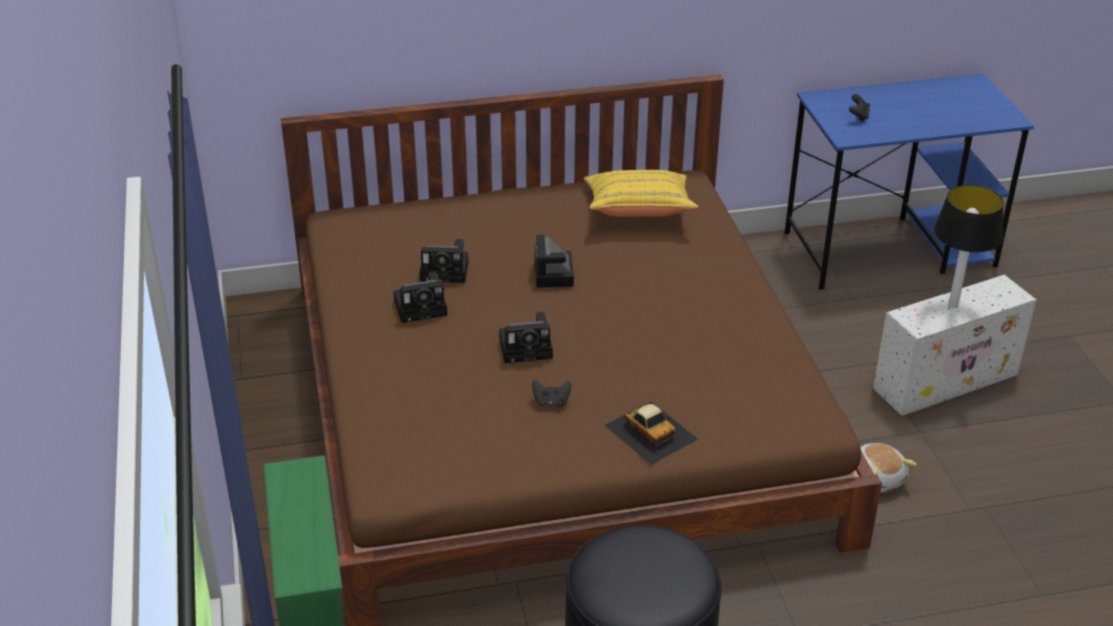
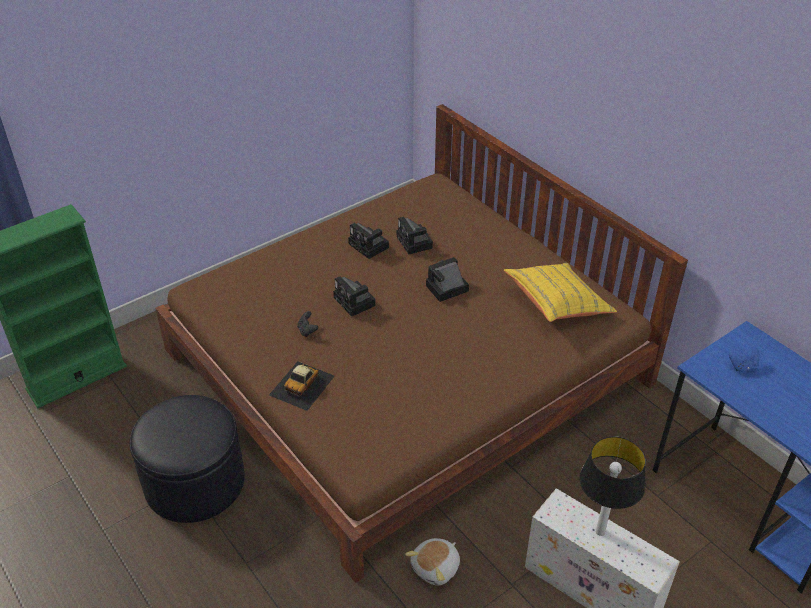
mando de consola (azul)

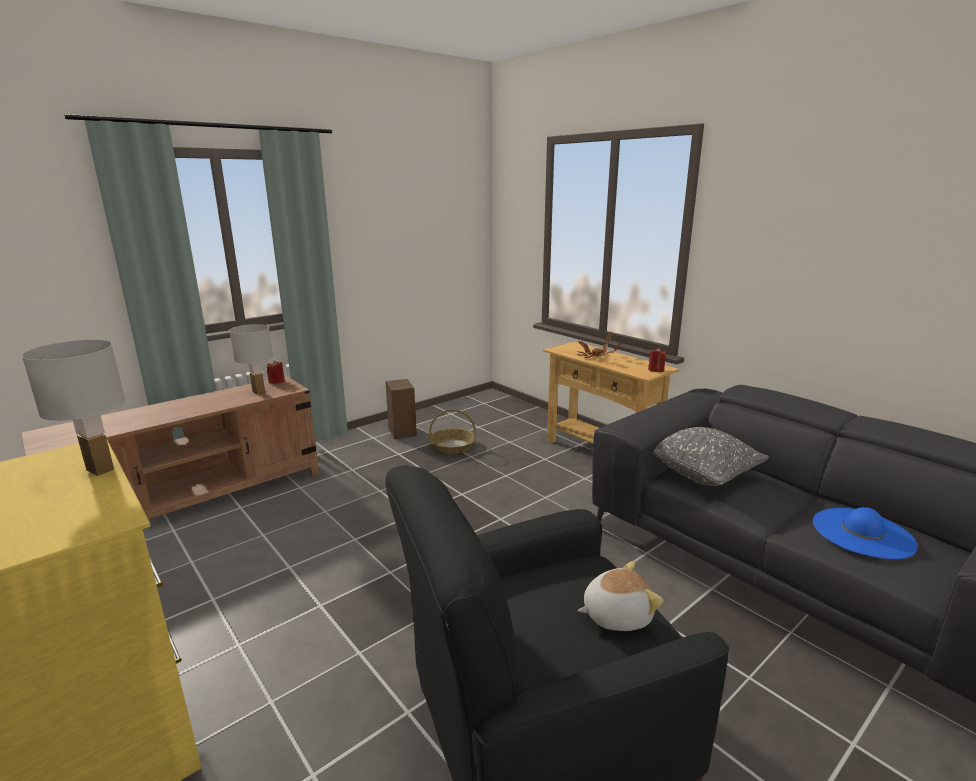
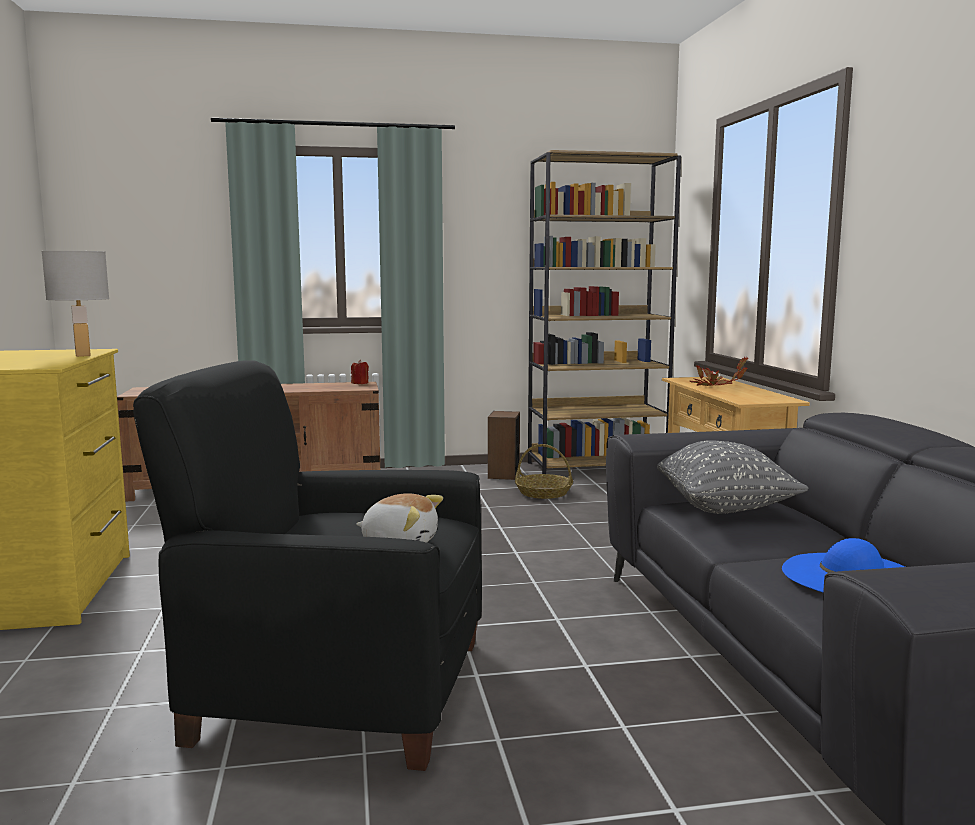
lámpara de mesa (blanco) (no. 2 from left in the first image)
vela (rojo) (no. 2 from left in the first image)
estantería (marrón)

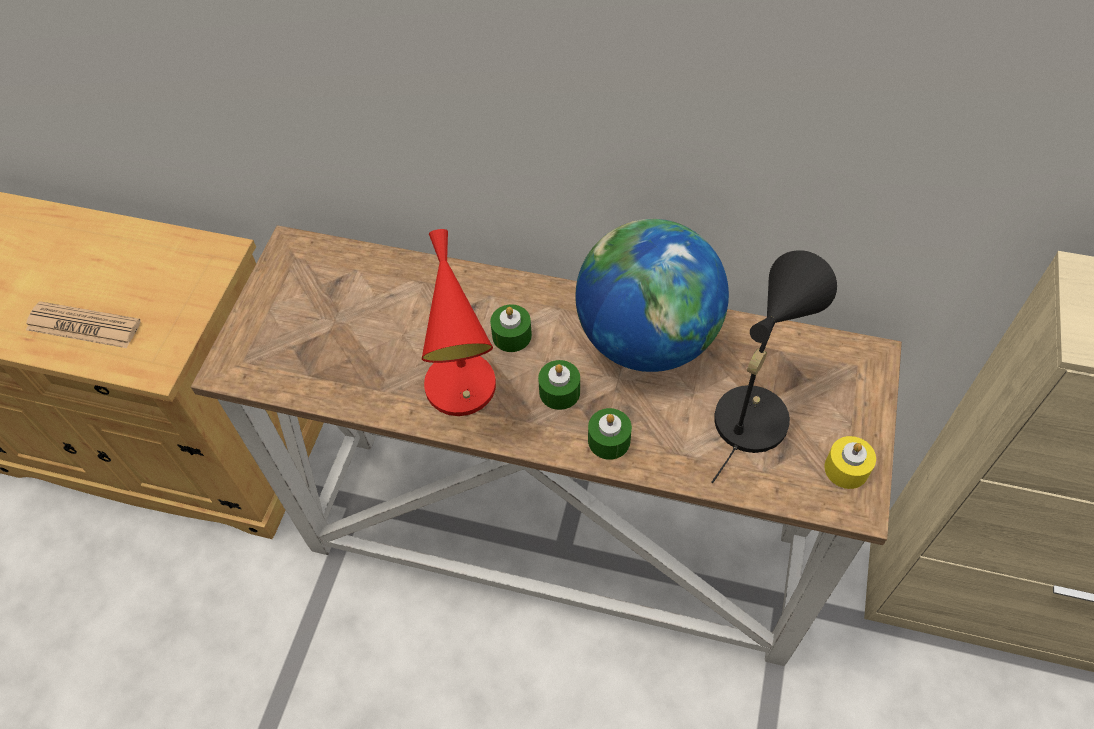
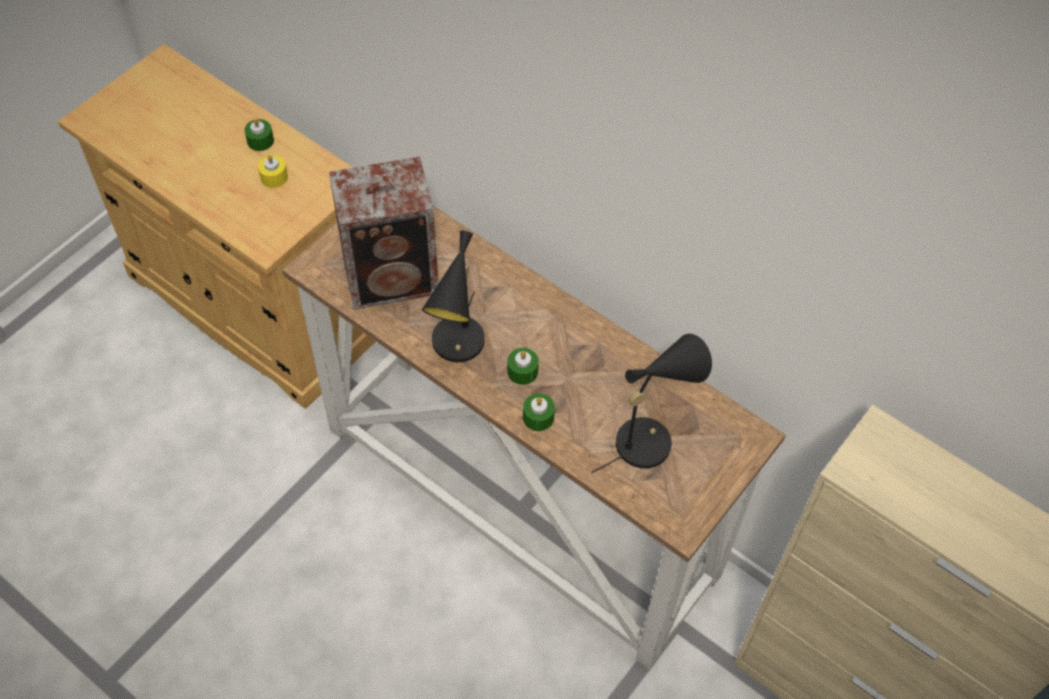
periódico
globo terráqueo
altavoz
vela (verde) (no. 1 from left)
vela (amarillo)
lámpara de mesa (negro) (no. 1 from left)

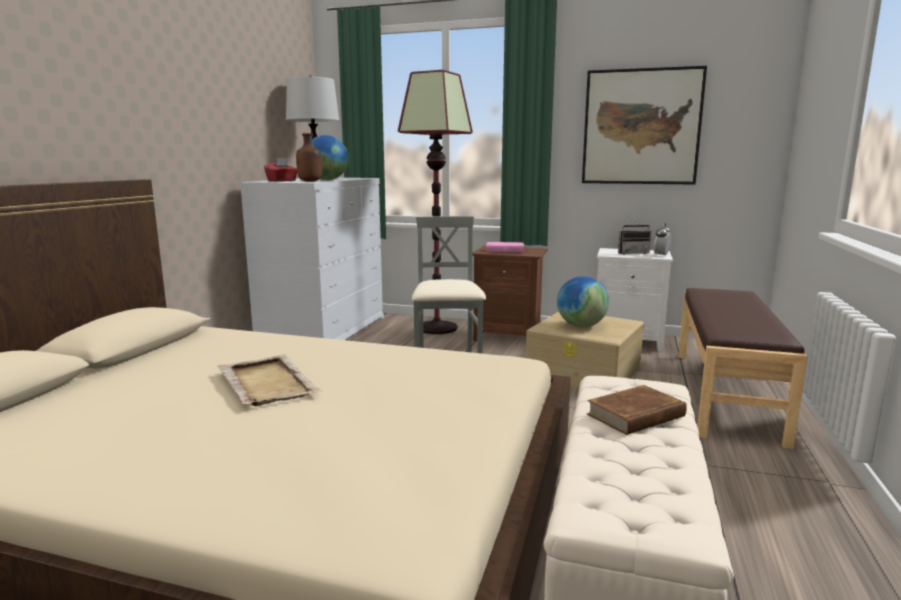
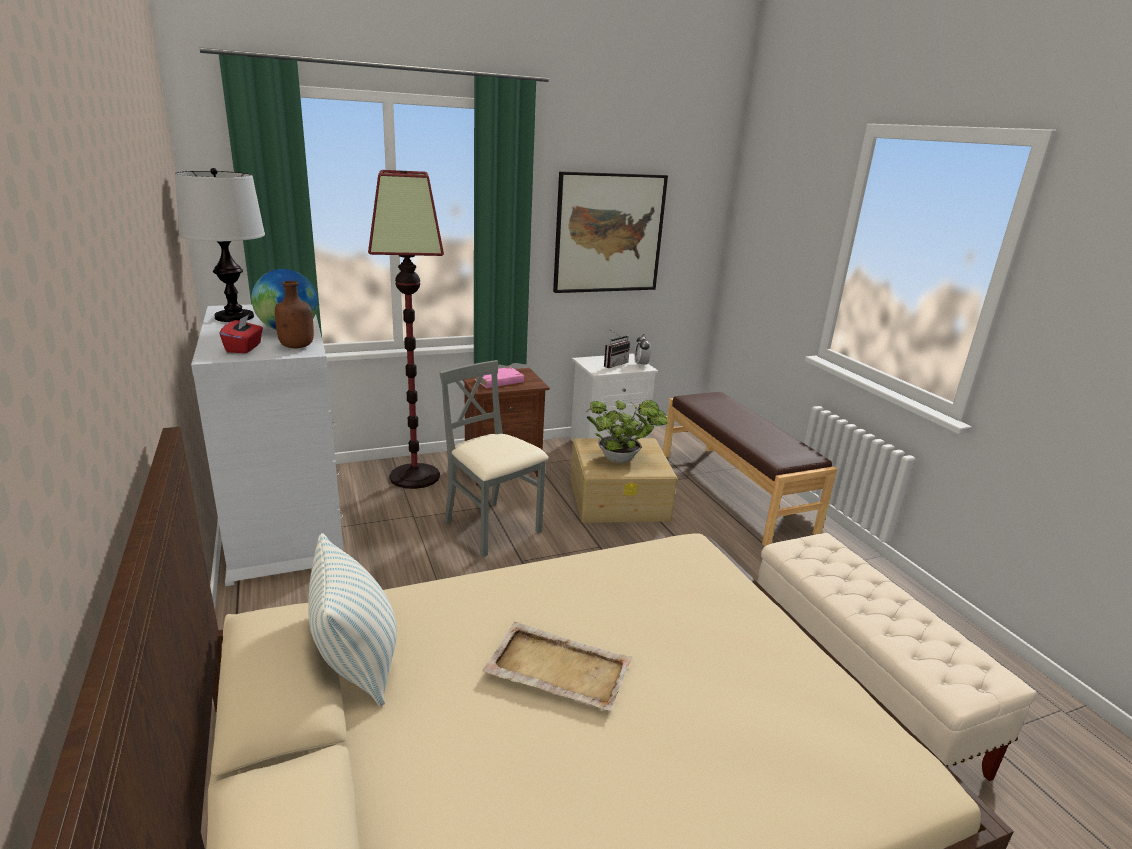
libro (marrón)
cojín
planta en maceta

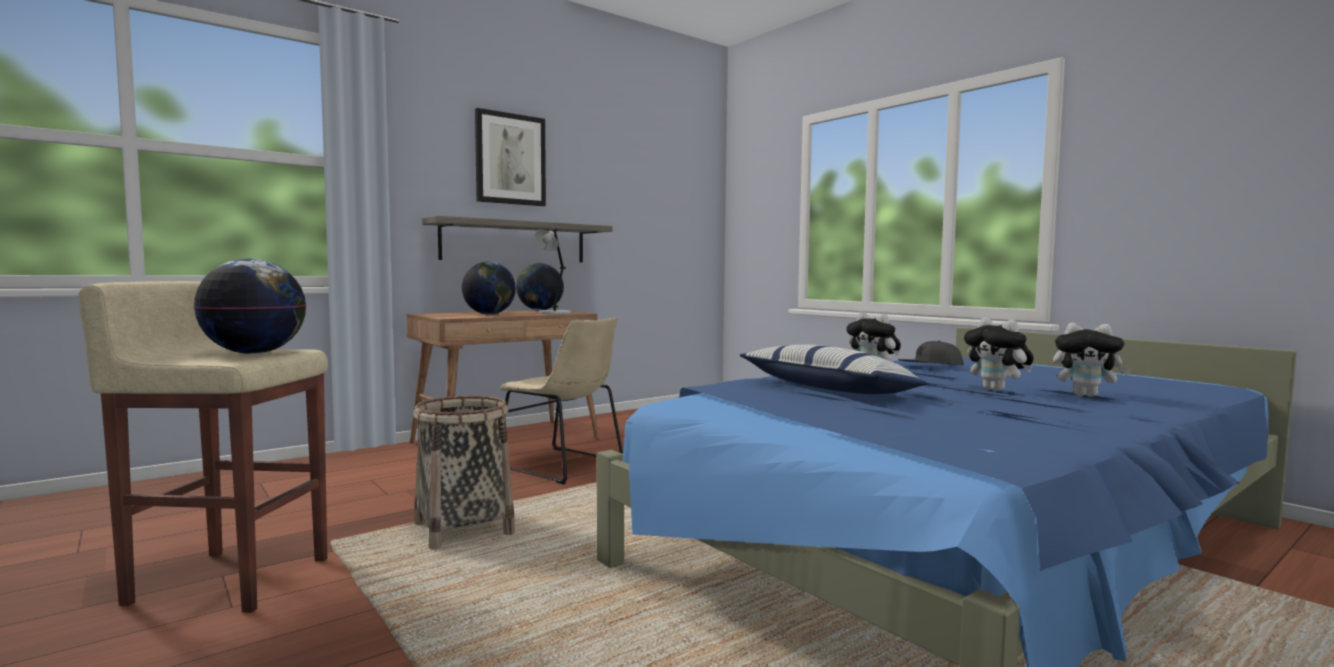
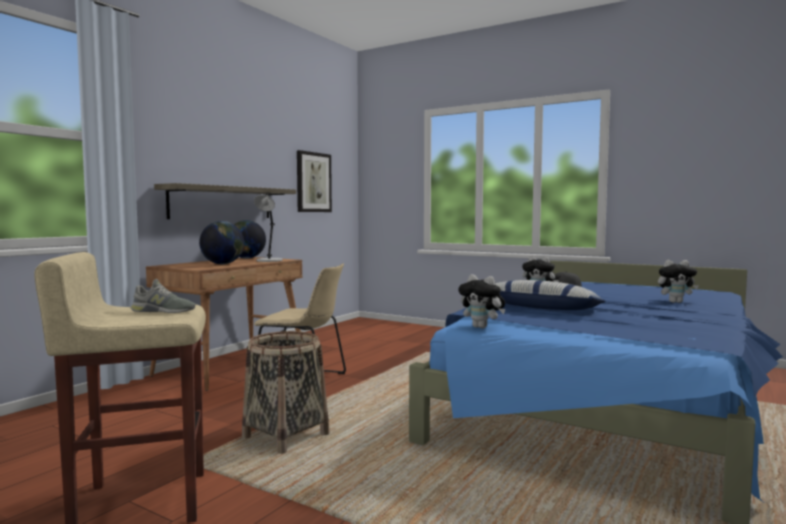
cuadro
peluche (no. 1 from left)
zapato (gris)

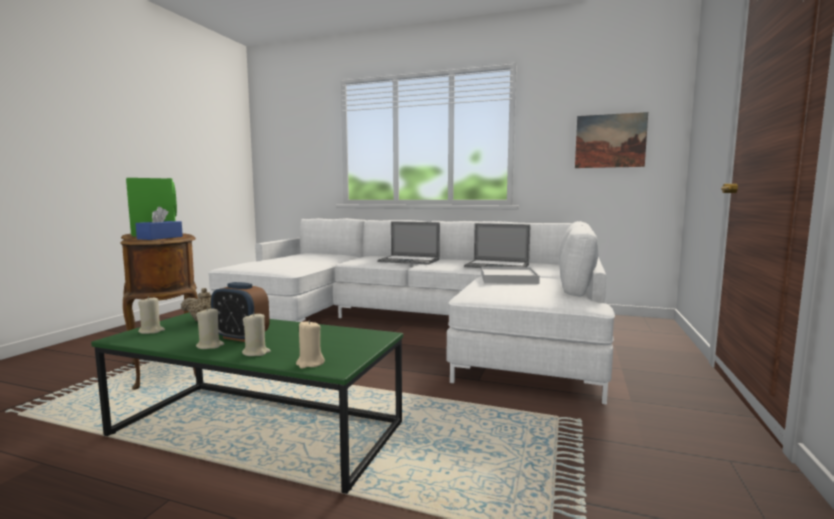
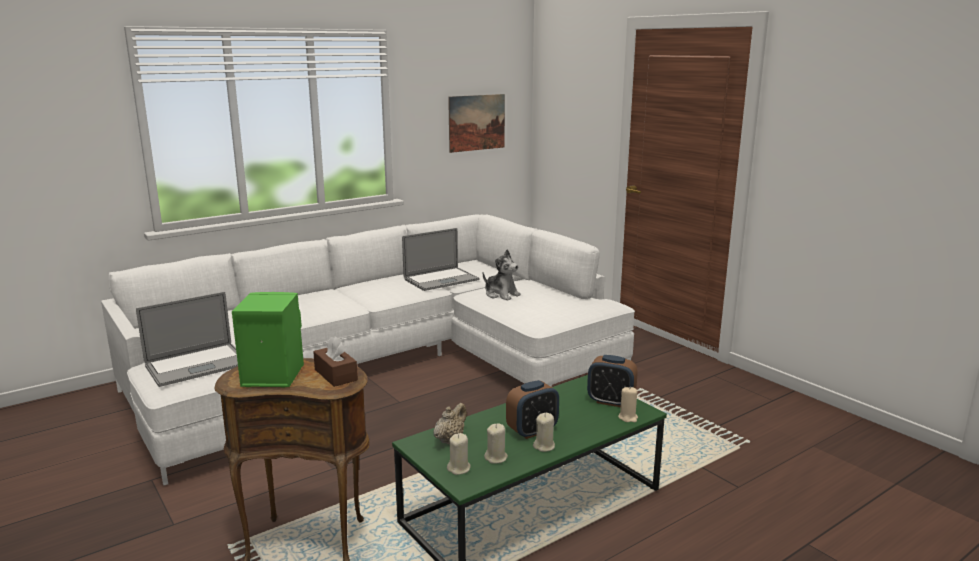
despertador (no. 2 from left)
vela (beis) (no. 2 from left)
portátil (no. 1 from left)
peluche
caja de pañuelos (marrón)

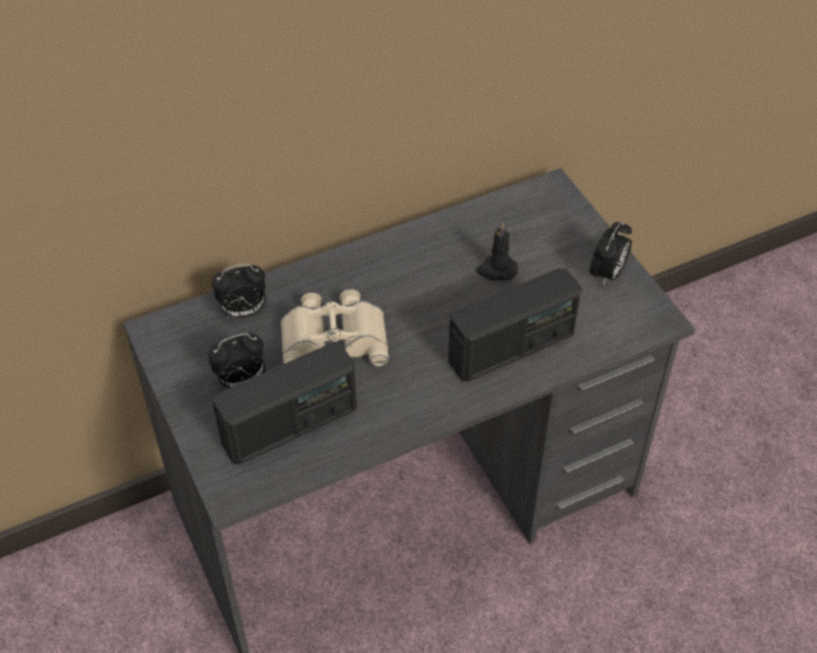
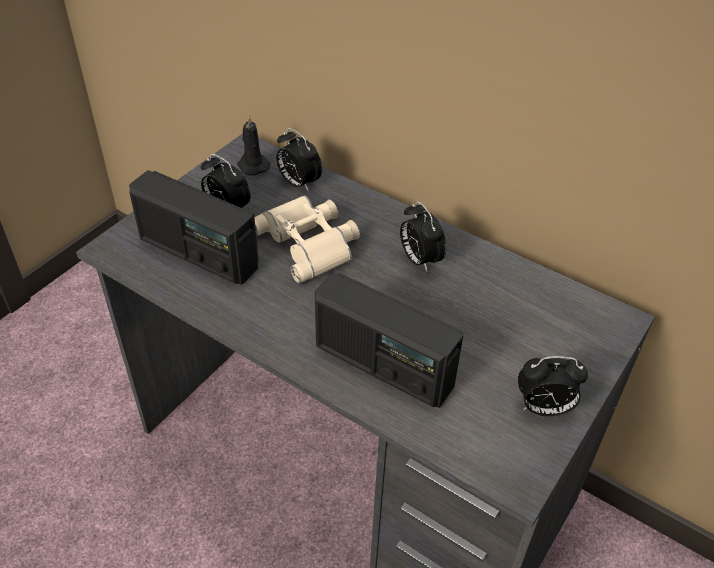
despertador (no. 3 from left)
vela (negro)

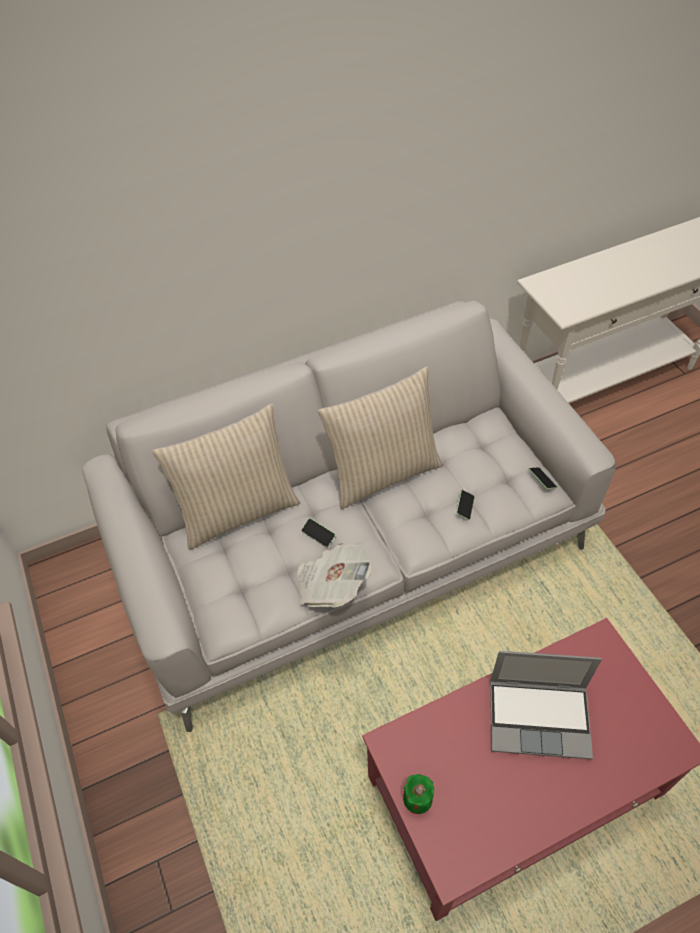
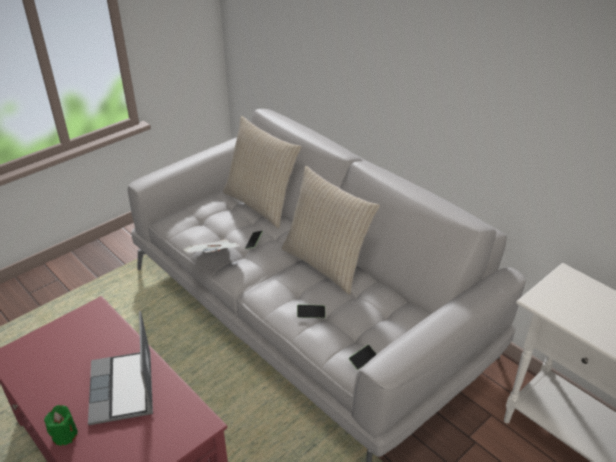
vela (verde)

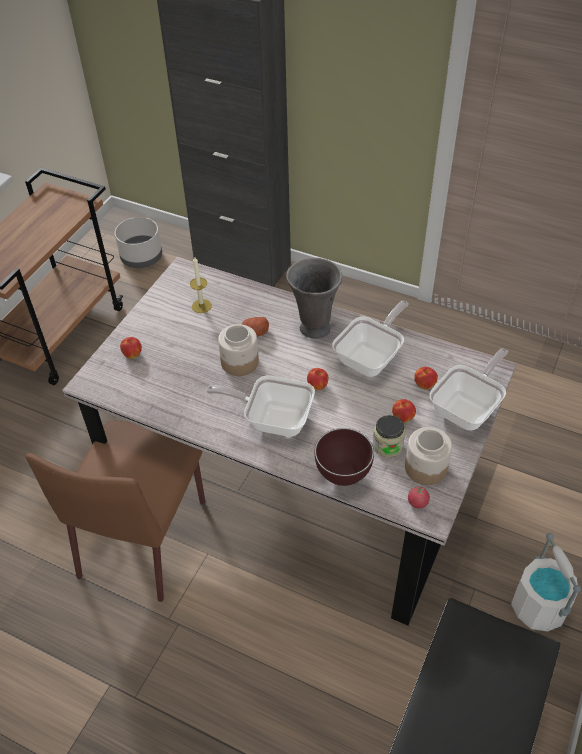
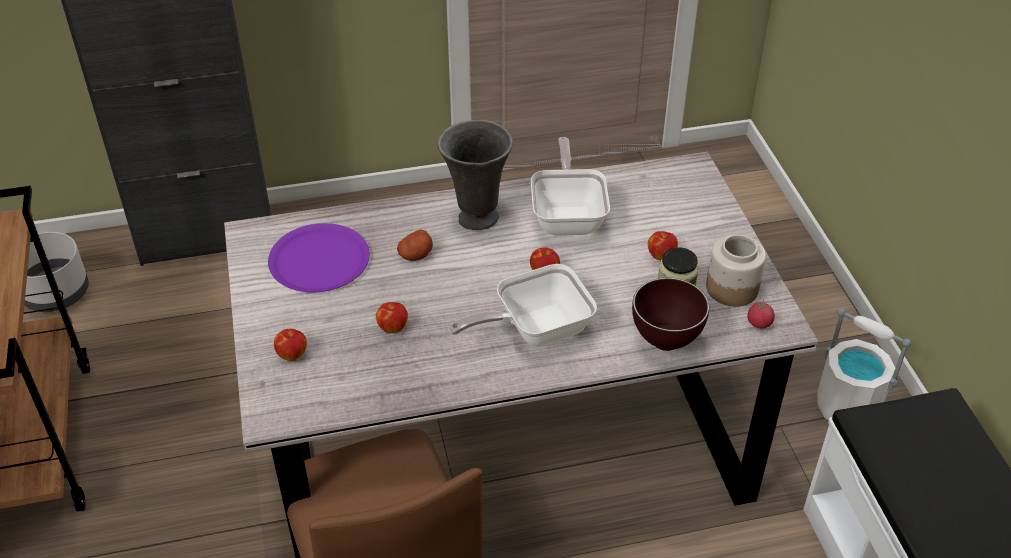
tarro (no. 1 from left in the first image)
sartén (no. 3 from left in the first image)
manzana (no. 2 from left)
plato (morado)

